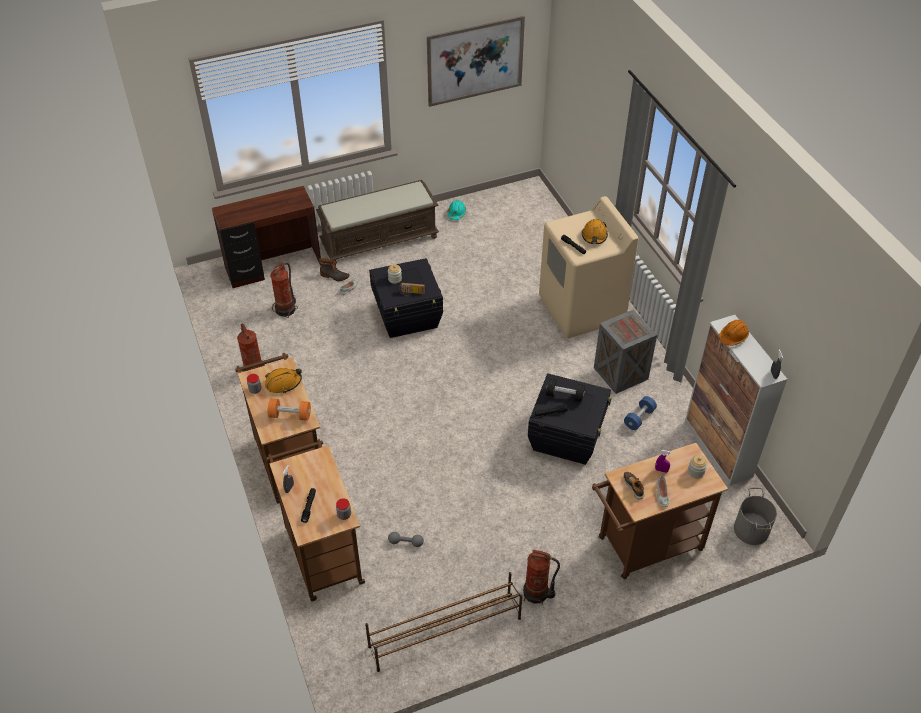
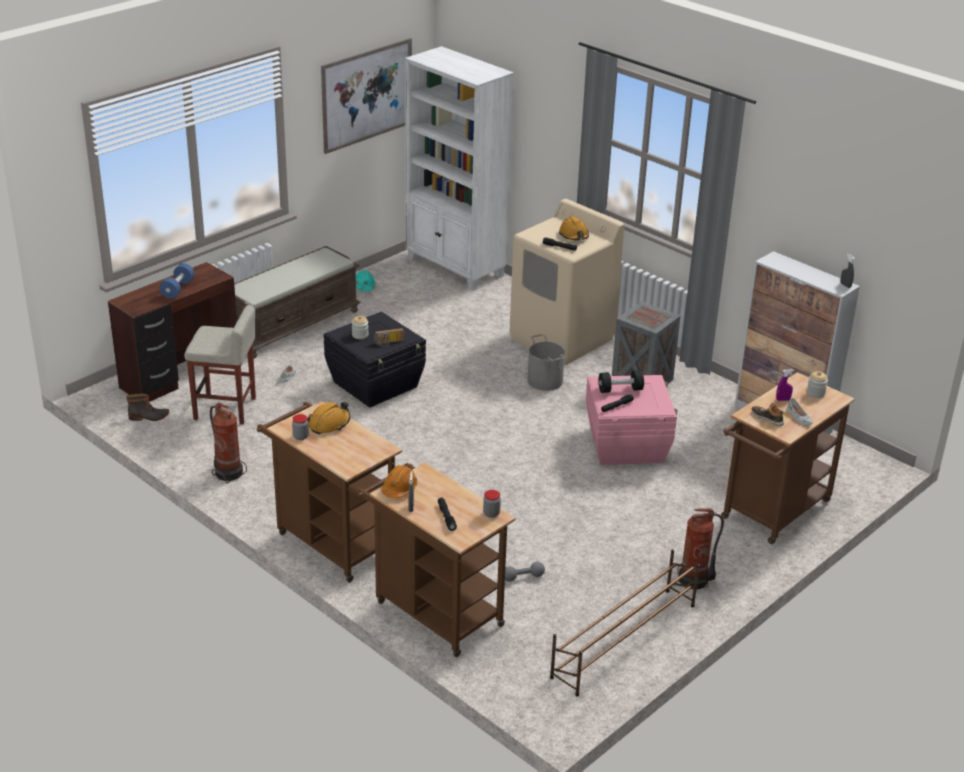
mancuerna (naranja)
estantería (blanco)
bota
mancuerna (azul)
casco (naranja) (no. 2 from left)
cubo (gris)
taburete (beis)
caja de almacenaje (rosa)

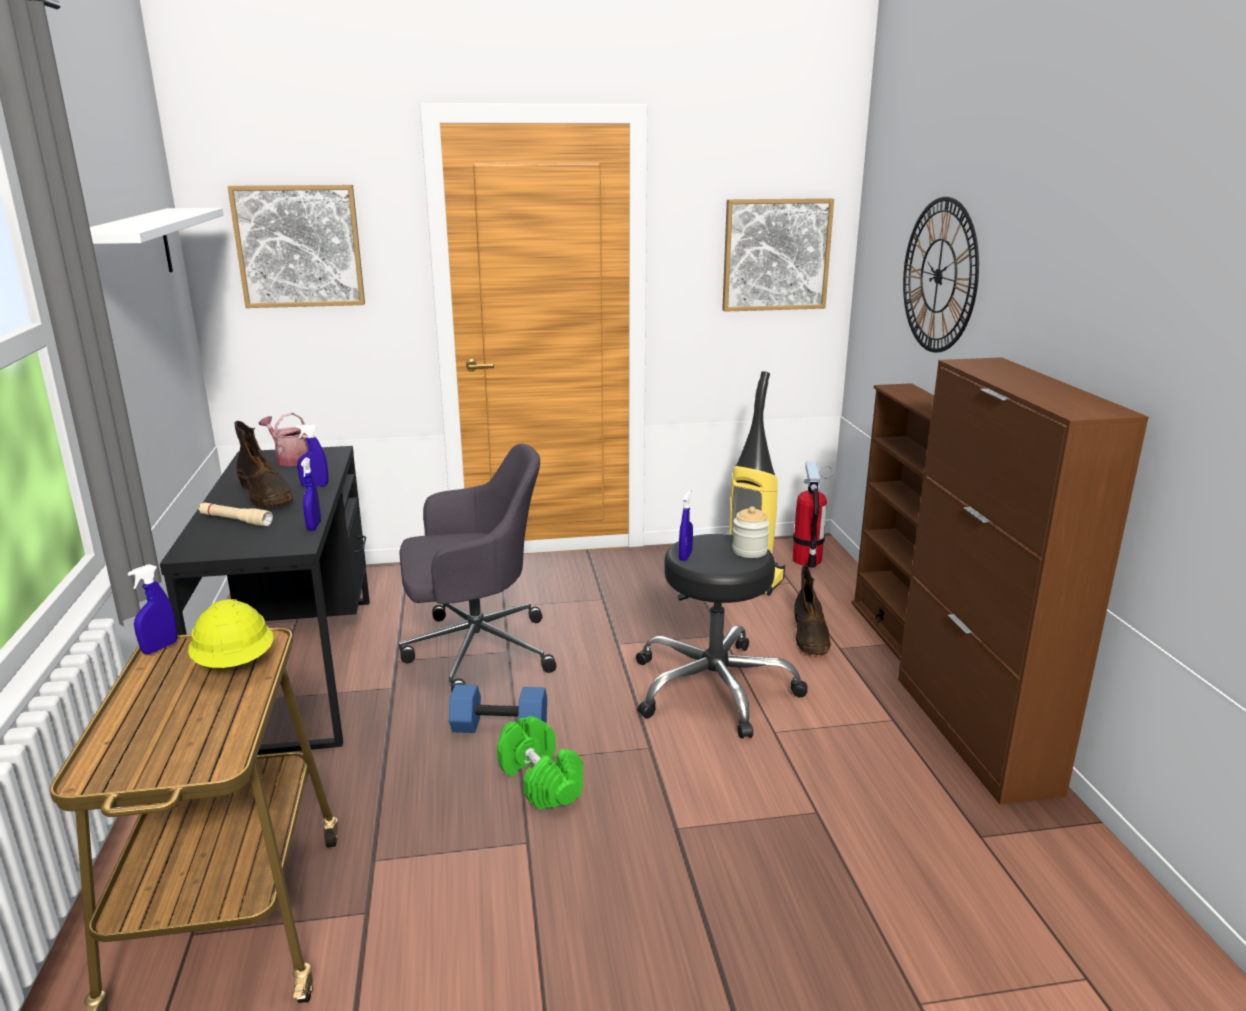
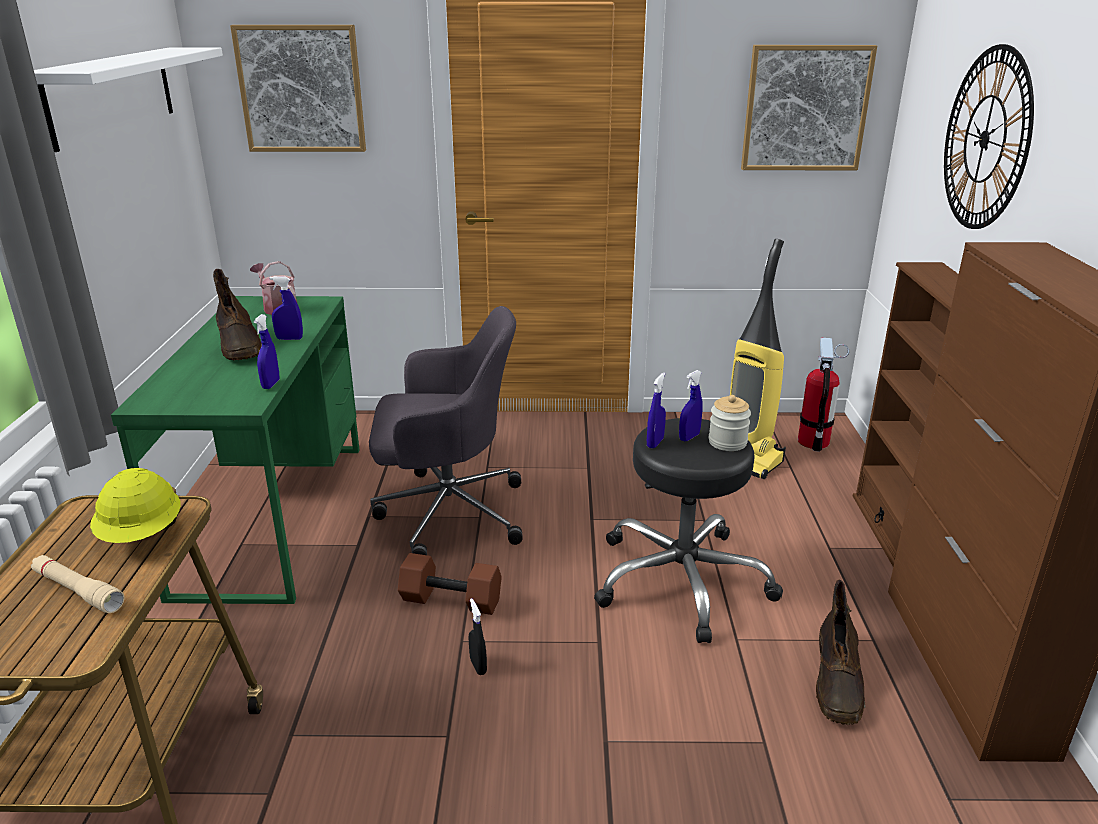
pulverizador (azul) (no. 4 from left)
linterna (beis)
bota (marrón) (no. 2 from left)
pulverizador (negro)
escritorio (verde)
mancuerna (marrón)

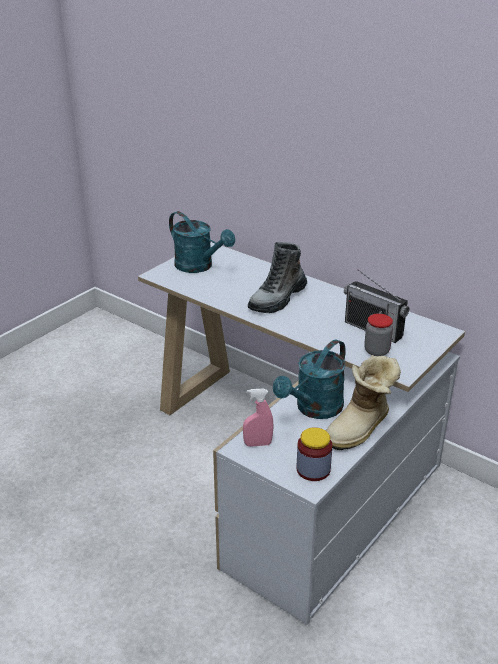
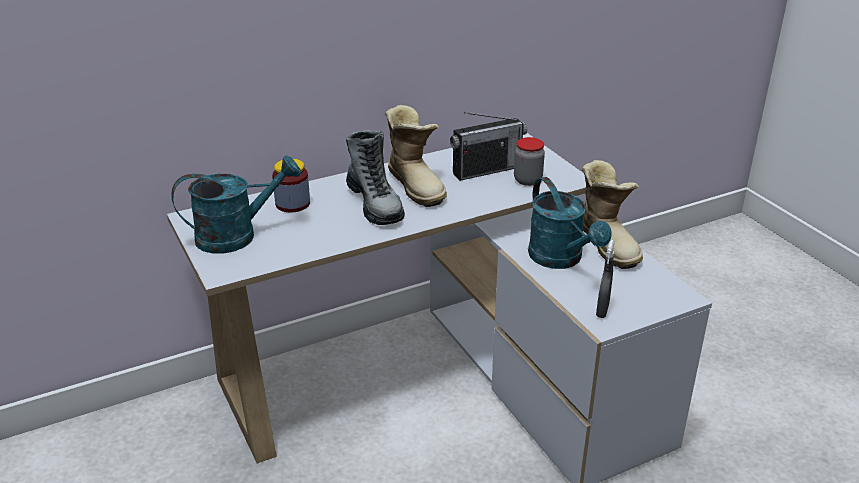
bota (no. 2 from left)
tarro (no. 1 from left)
pulverizador (gris)

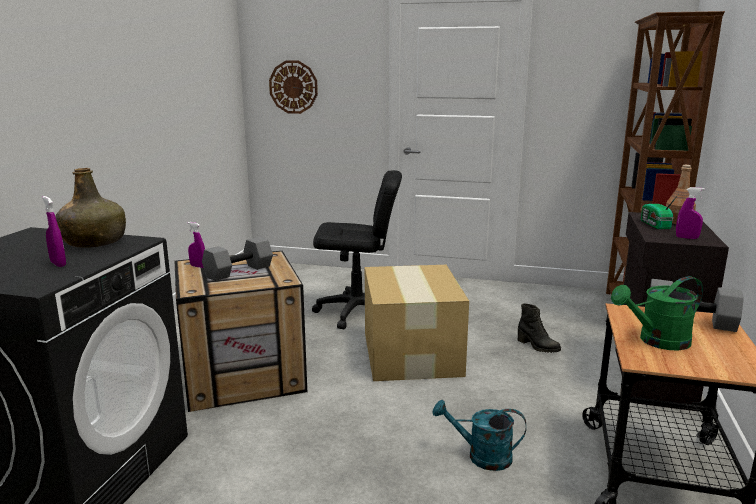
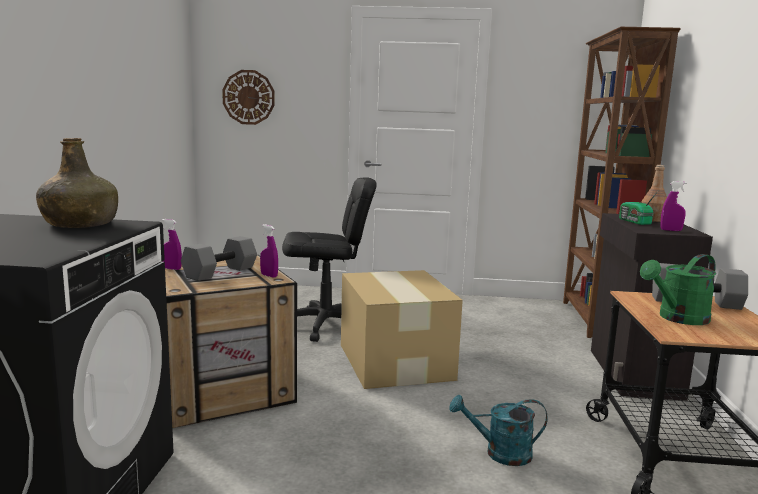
bota (negro)
pulverizador (morado) (no. 2 from left)

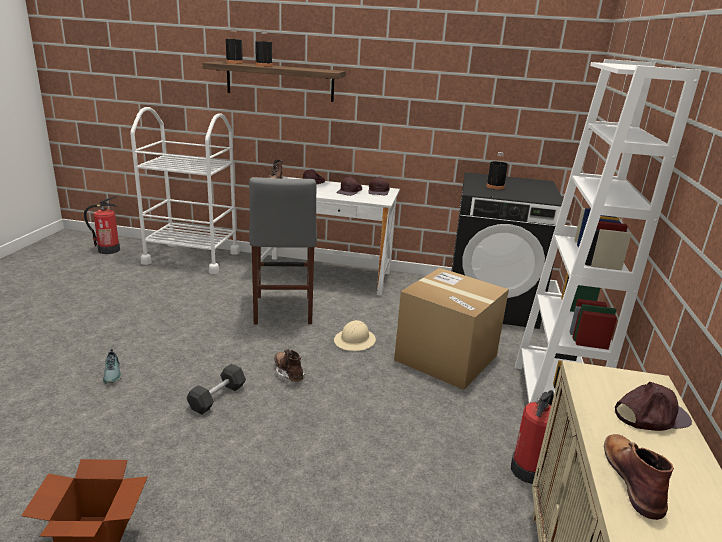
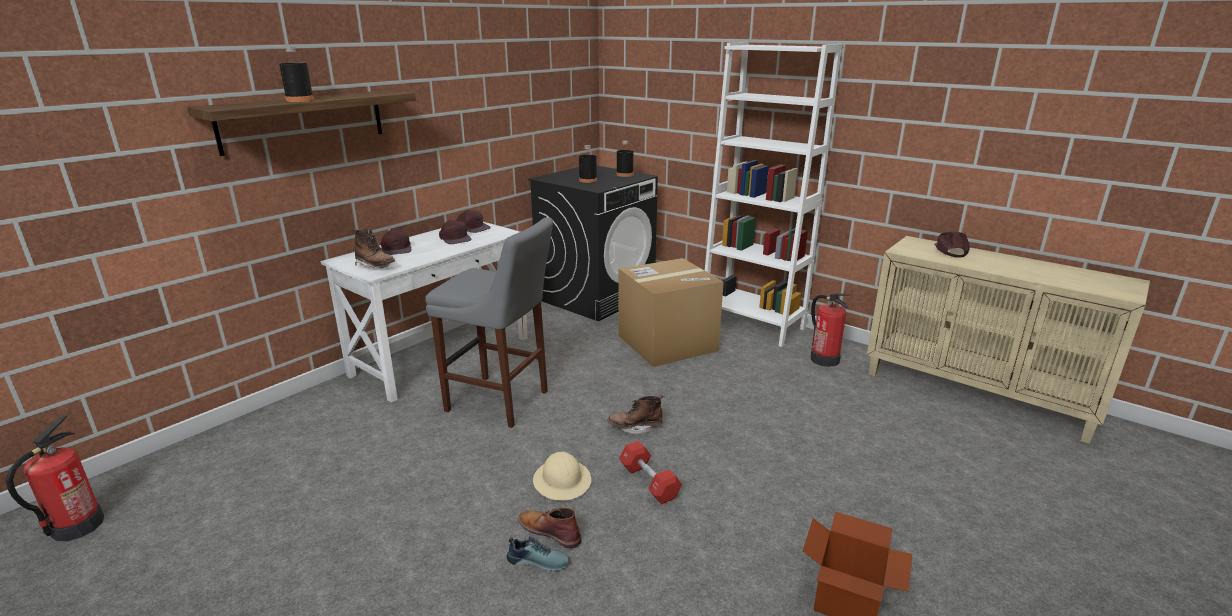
carrito (blanco)
botella (negro) (no. 3 from left)
casco (beis)
bota (marrón) (no. 2 from left)
mancuerna (rojo)

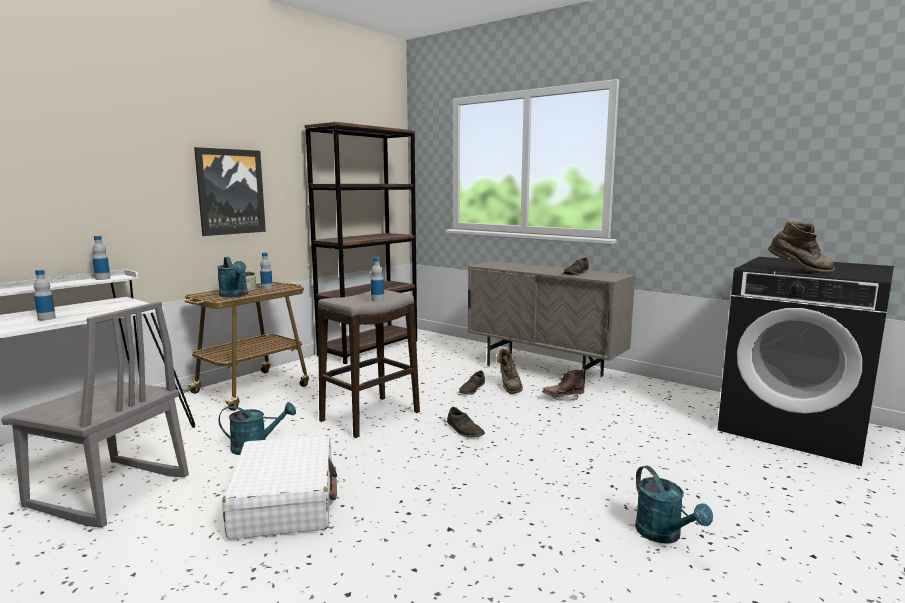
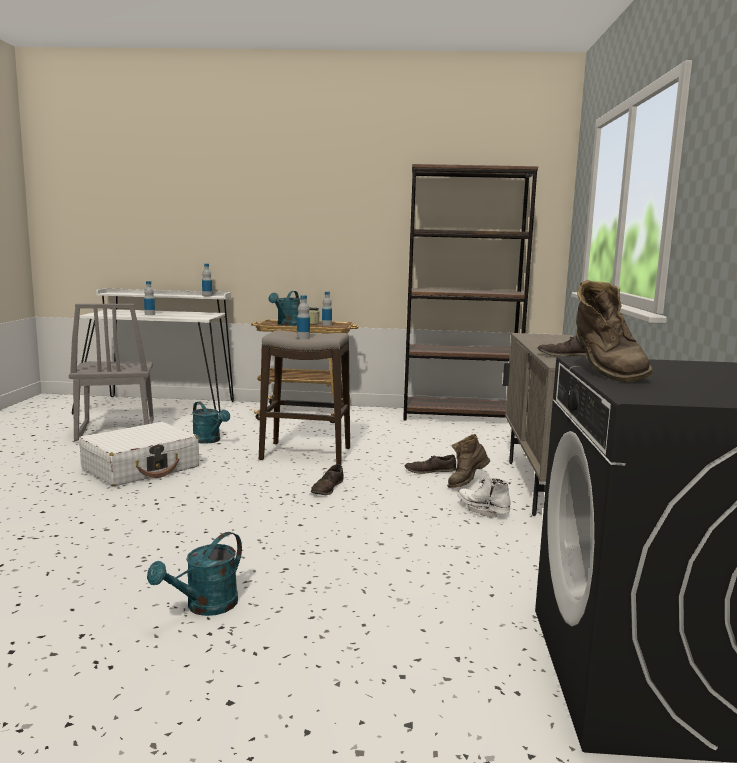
cuadro
bota (blanco)

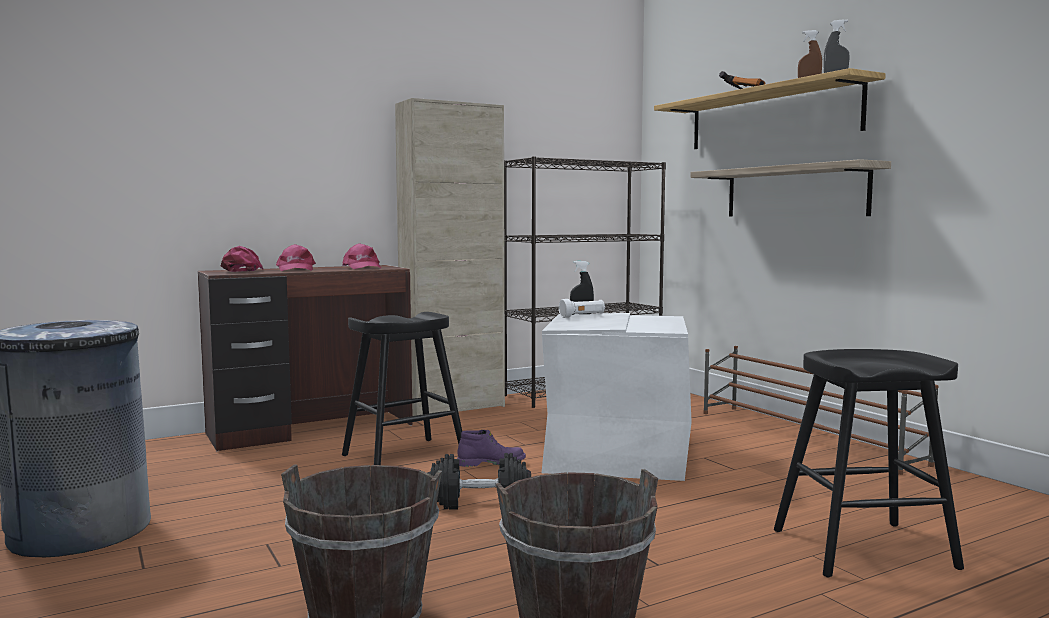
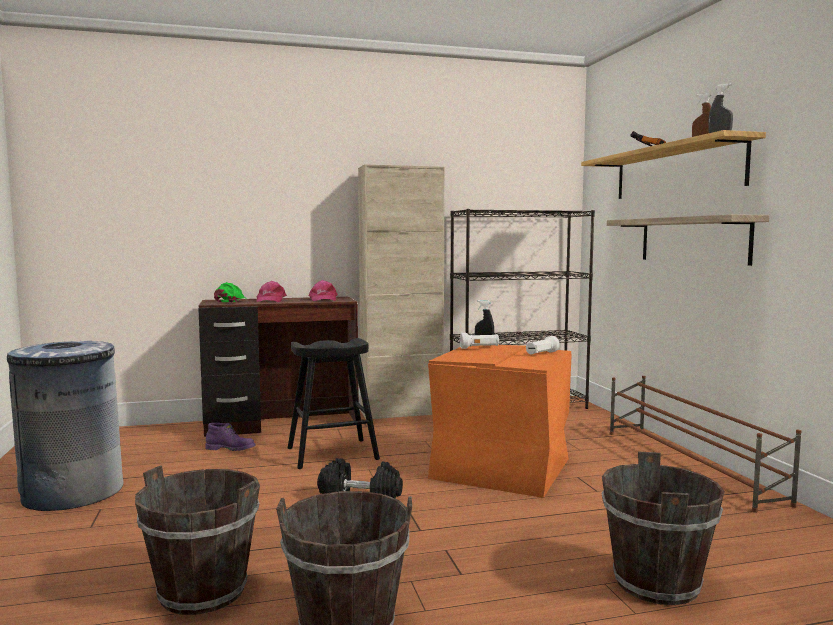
linterna (blanco) (no. 2 from left)
bota (morado)
cubo (marrón) (no. 3 from left)
gorra (verde)
caja de almacenaje (naranja)

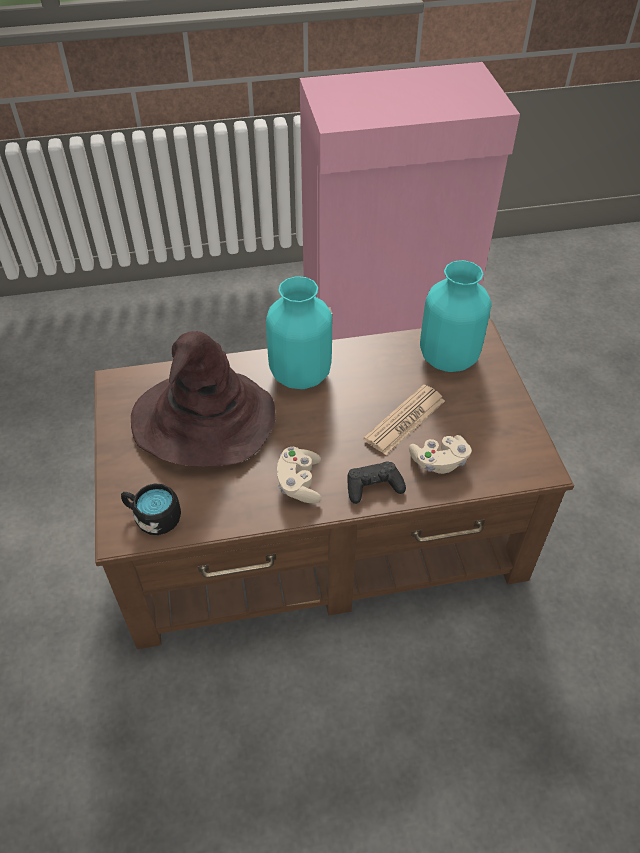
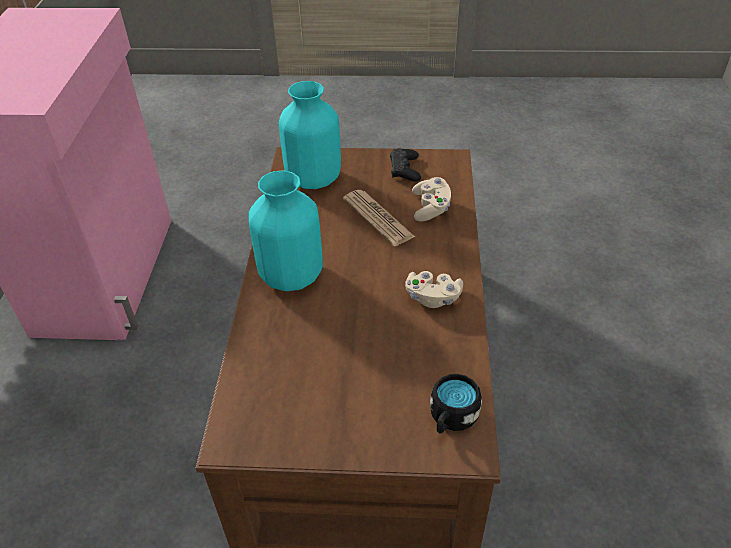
sombrero (marrón)
mando de consola (negro)

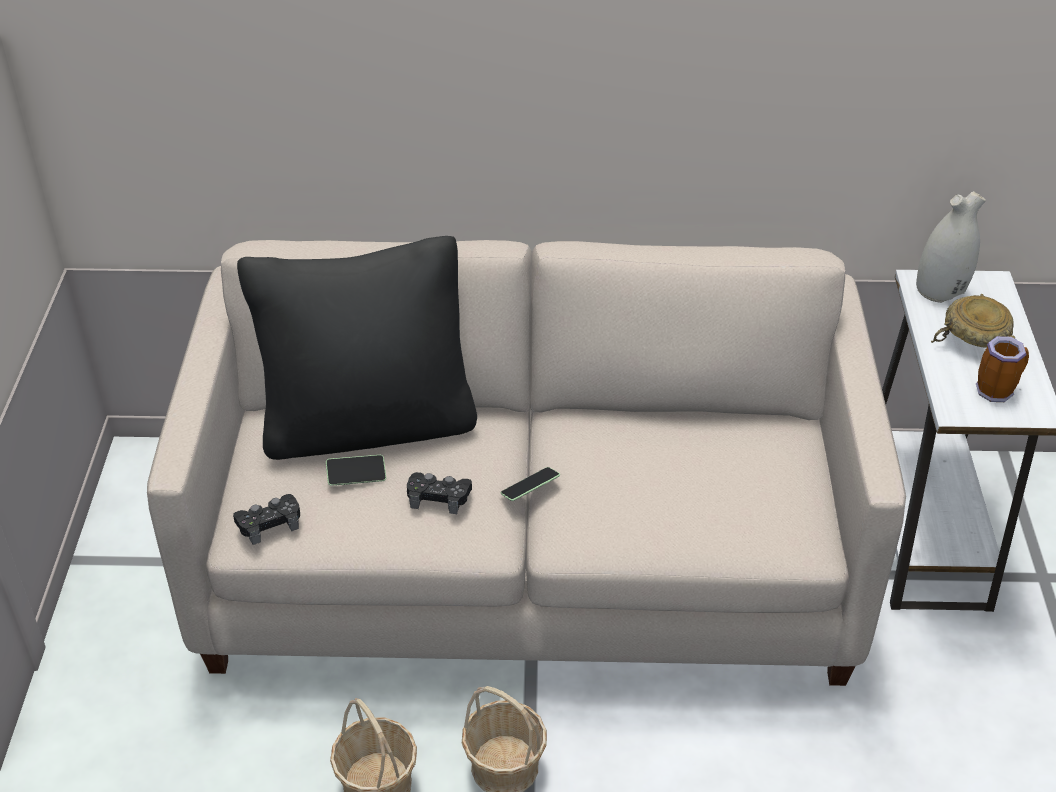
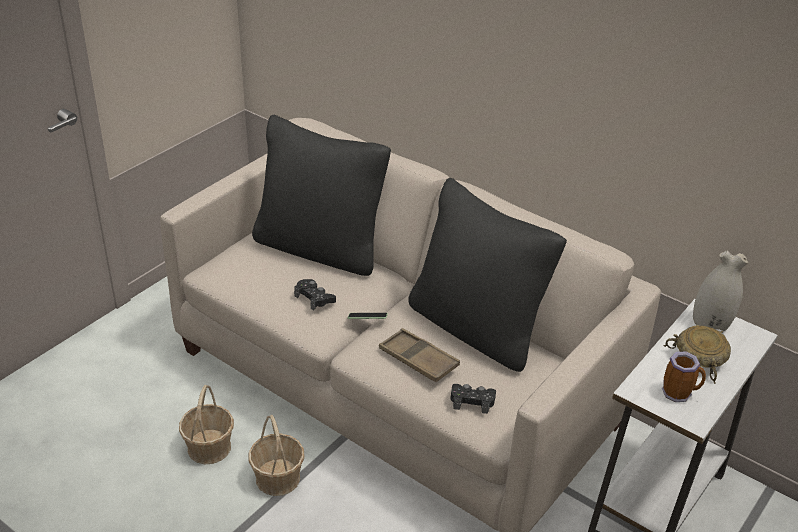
móvil (no. 1 from left in the first image)
bandeja (marrón)
cojín (negro) (no. 2 from left)
mando de consola (negro) (no. 2 from left)

